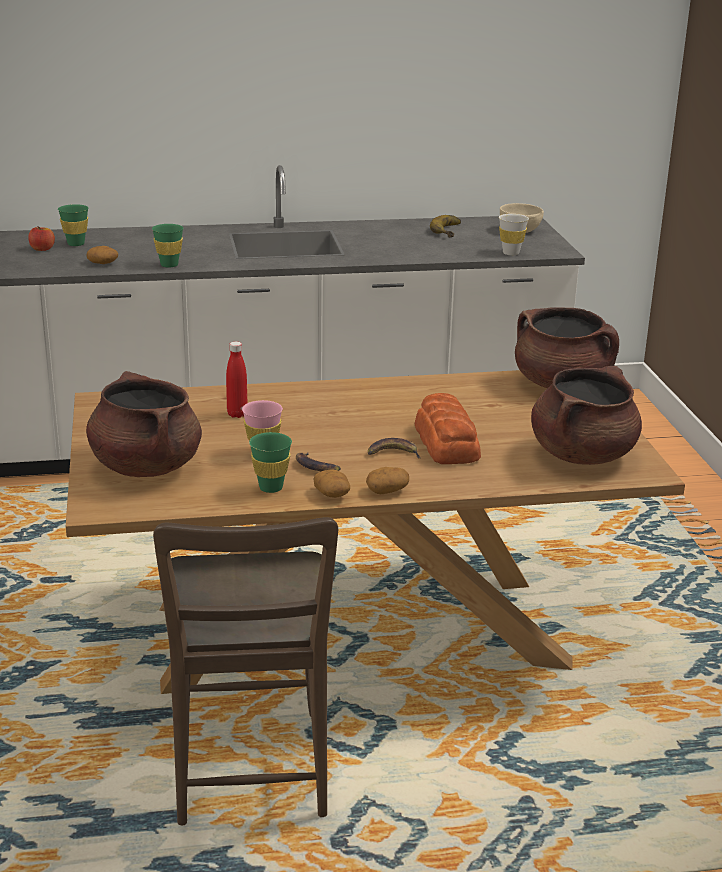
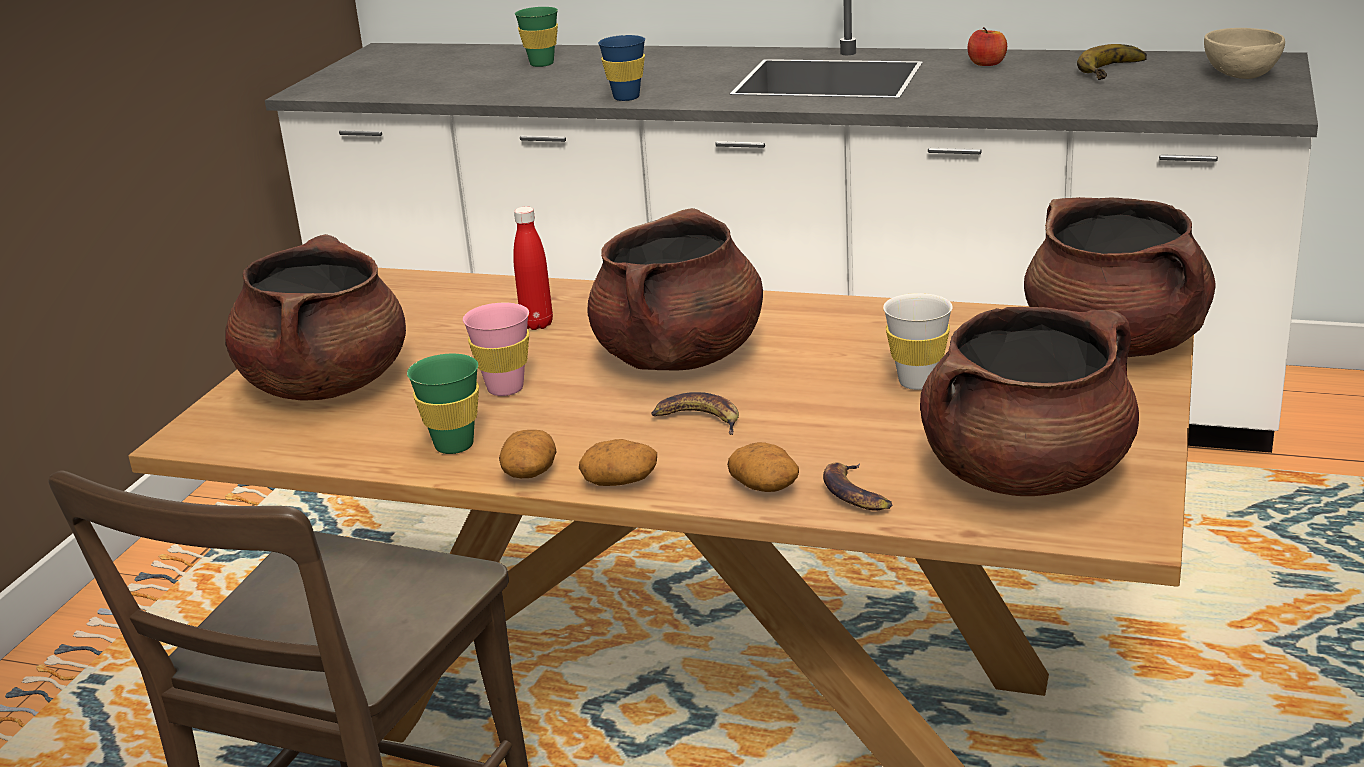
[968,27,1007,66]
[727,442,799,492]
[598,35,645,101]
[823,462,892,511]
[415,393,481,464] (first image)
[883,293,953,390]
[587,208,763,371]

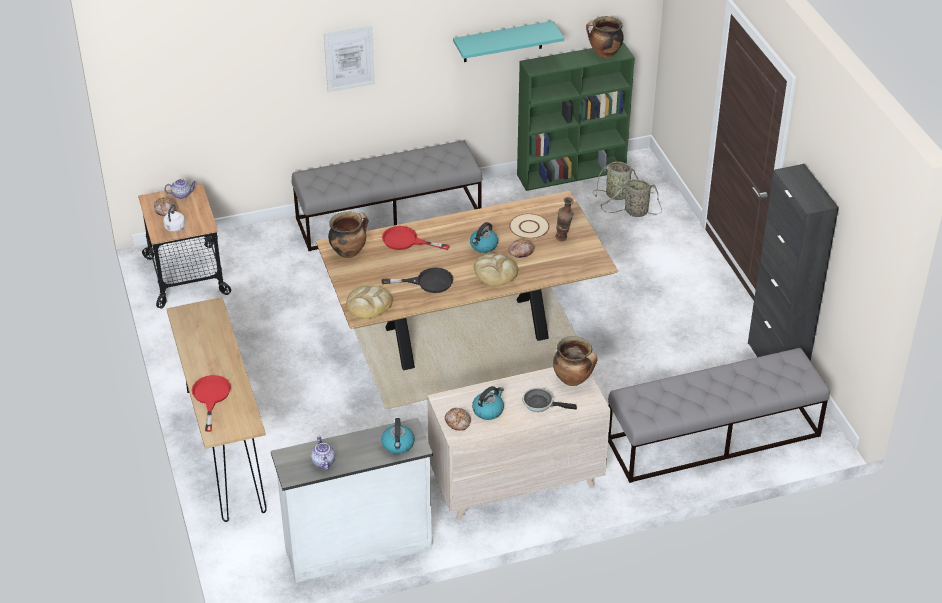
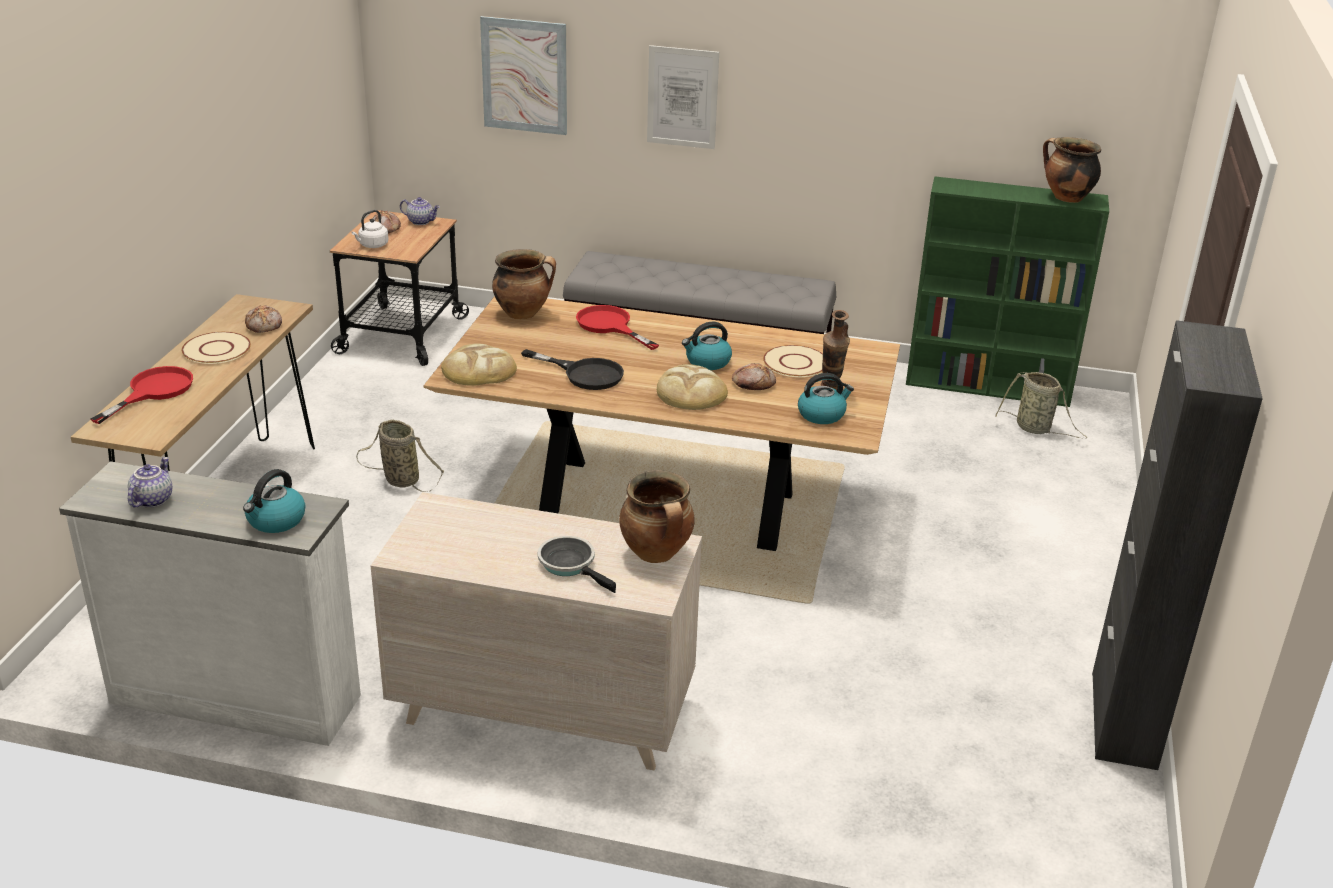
[245,305,282,333]
[453,21,564,62] (first image)
[798,373,854,424]
[356,420,444,492]
[608,348,830,483] (first image)
[182,332,251,364]
[480,16,567,135]

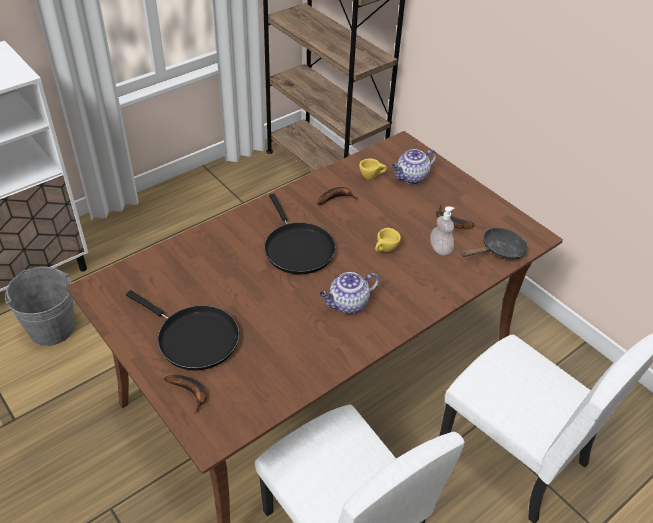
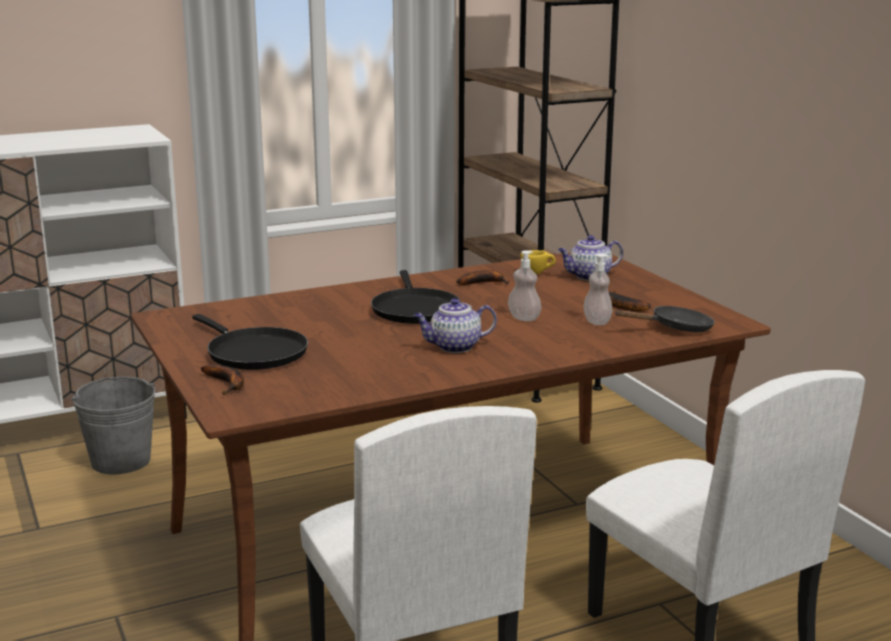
[508,250,541,321]

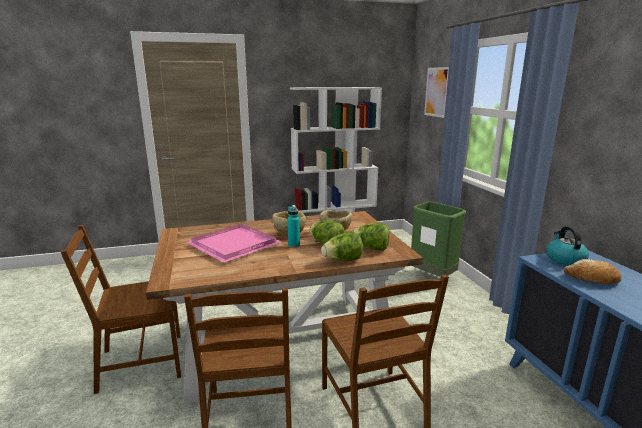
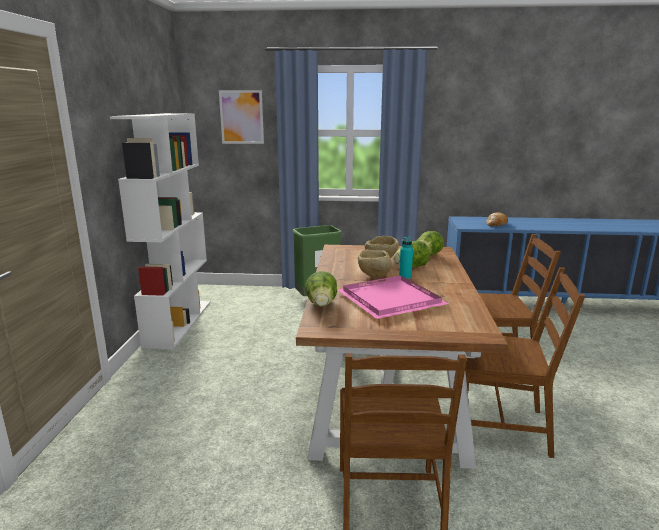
[305,271,337,307]
[546,226,589,266] (first image)

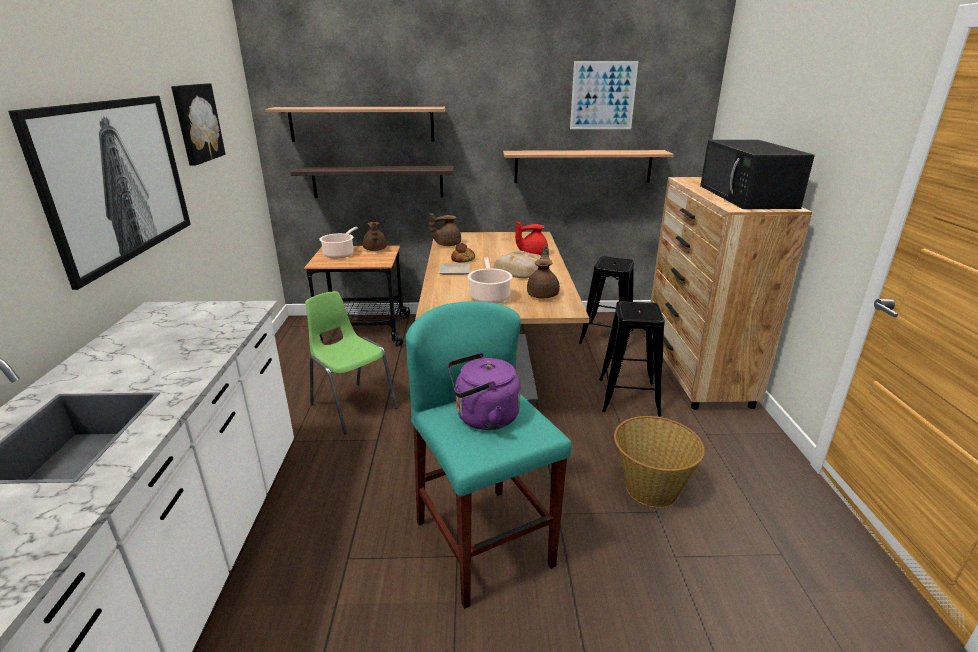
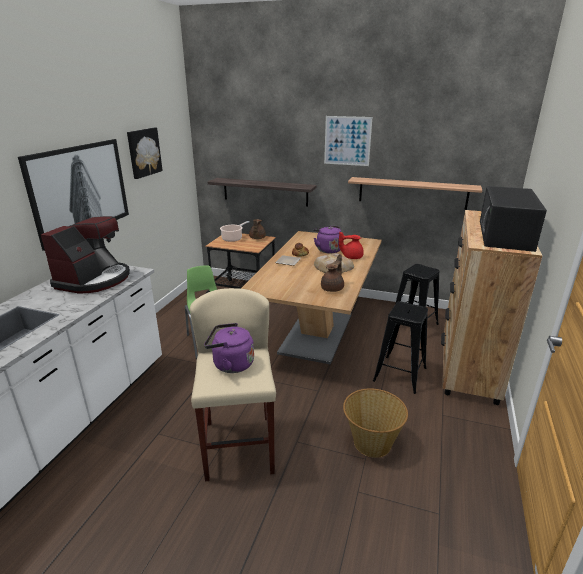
[265,107,445,142] (first image)
[190,288,276,481]
[429,213,461,246] (first image)
[468,258,512,303] (first image)
[324,116,372,166]
[41,216,130,293]
[313,226,341,253]

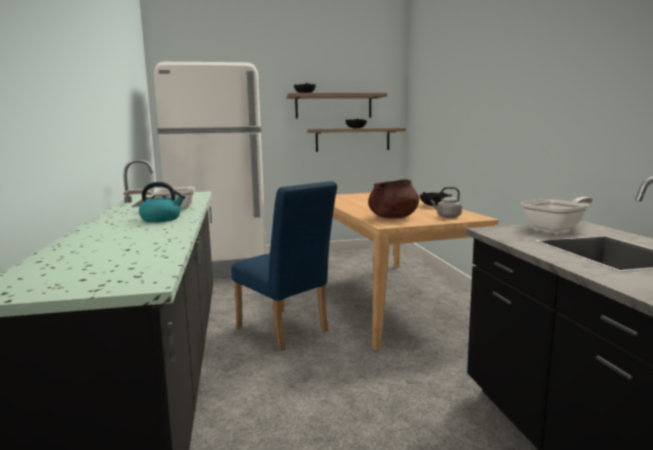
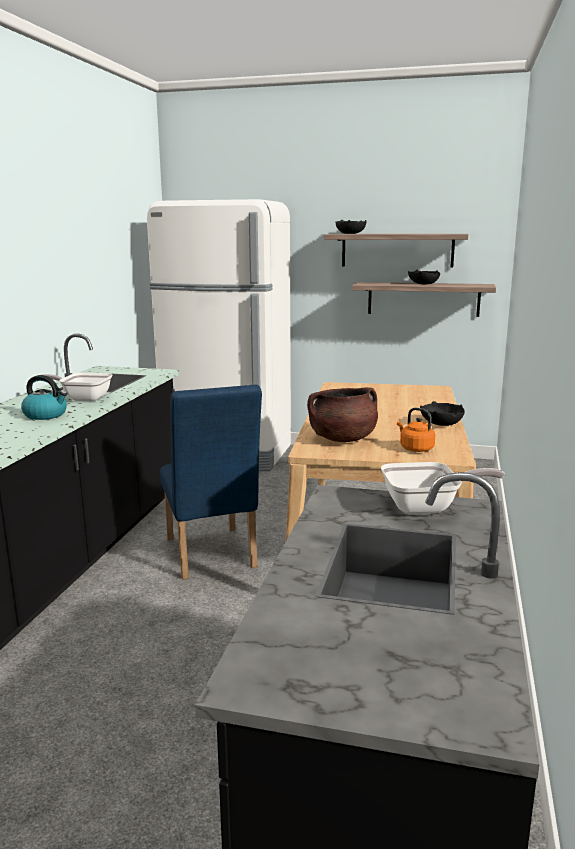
[397,408,435,452]

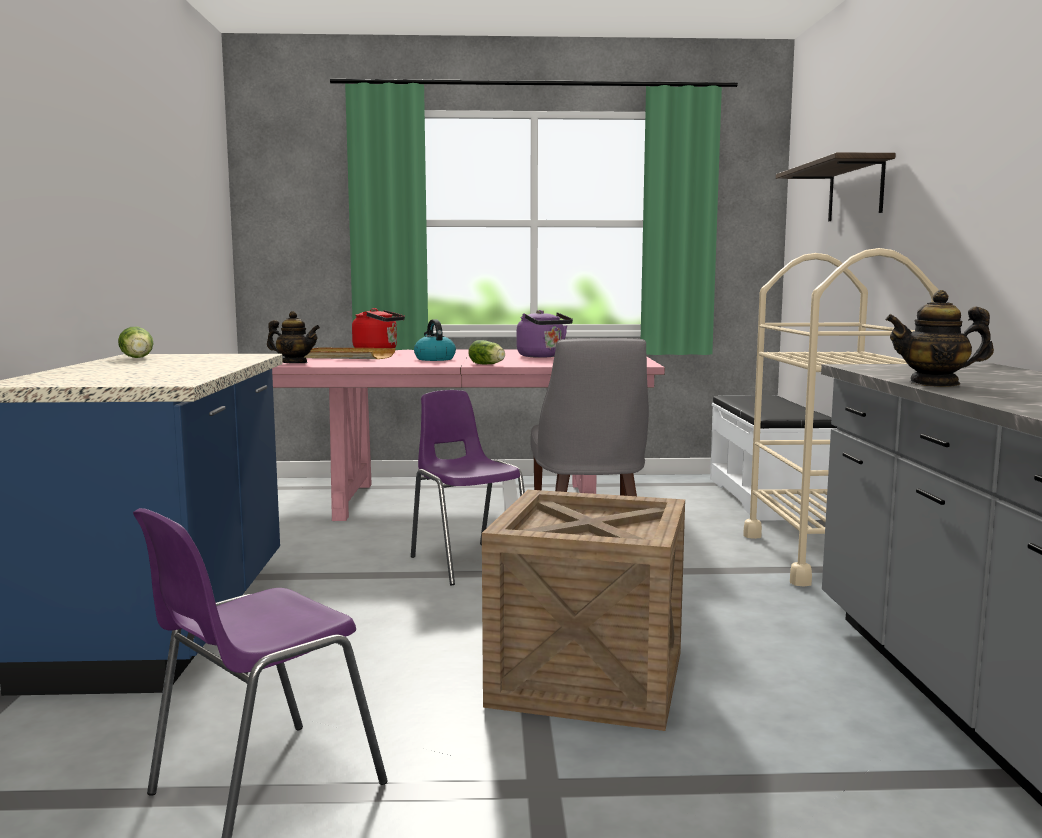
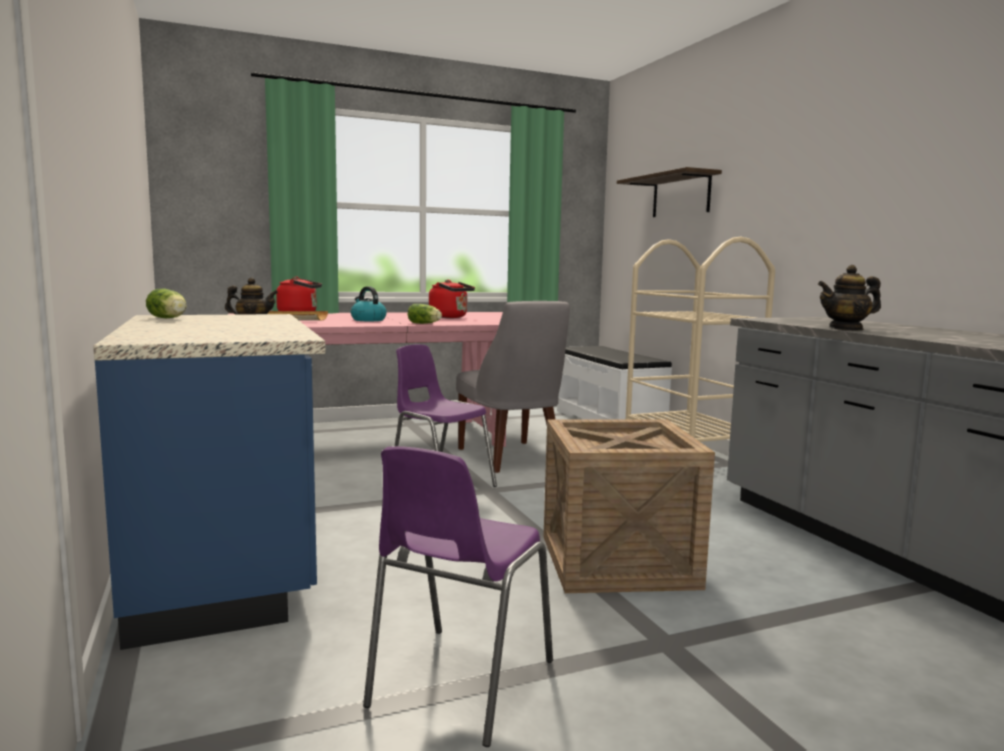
[429,280,475,318]

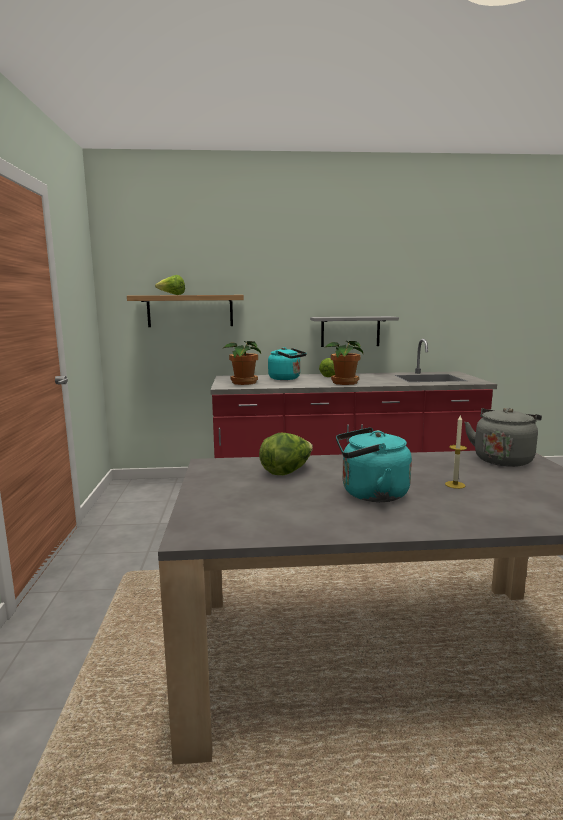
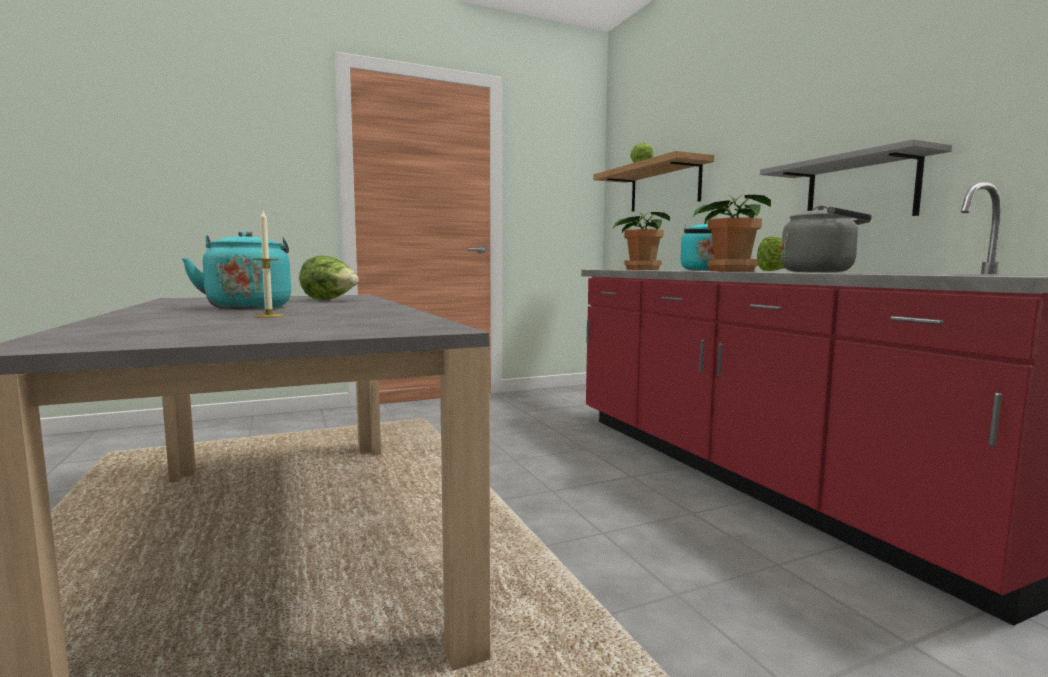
[781,205,872,272]

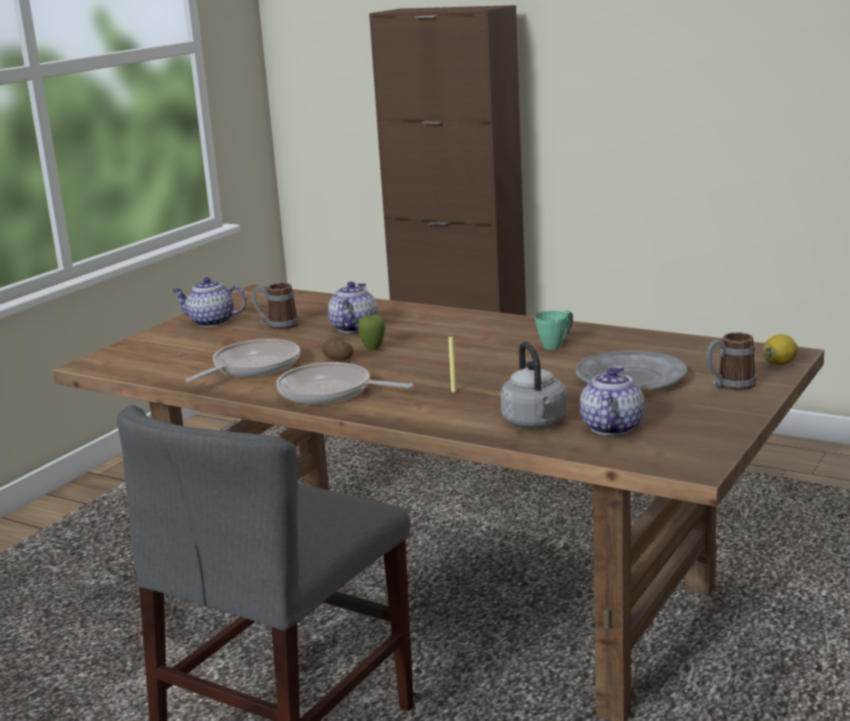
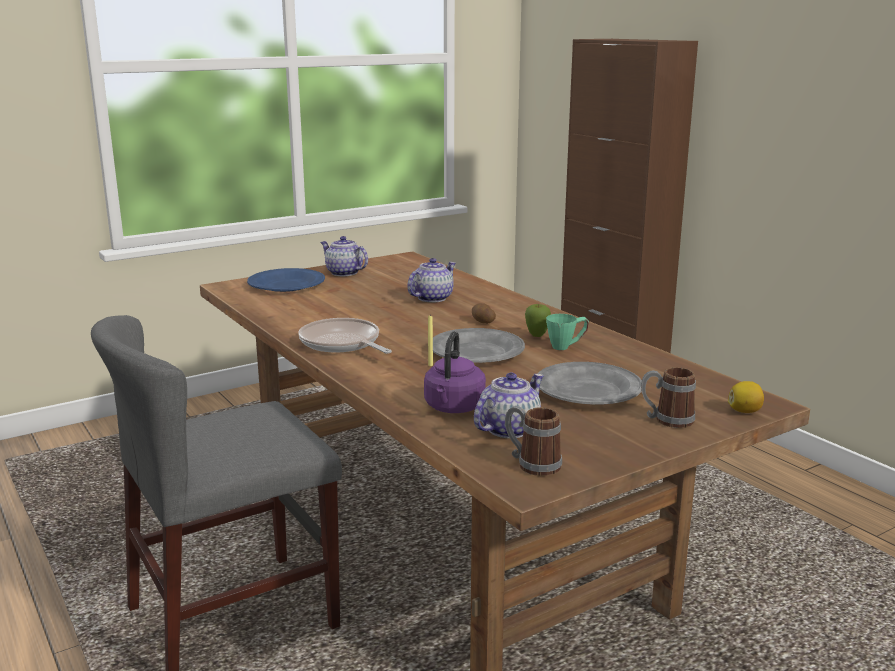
[186,339,300,382] (first image)
[505,406,562,476]
[472,303,496,324]
[525,304,551,337]
[424,331,486,413]
[247,268,325,292]
[433,328,525,363]

